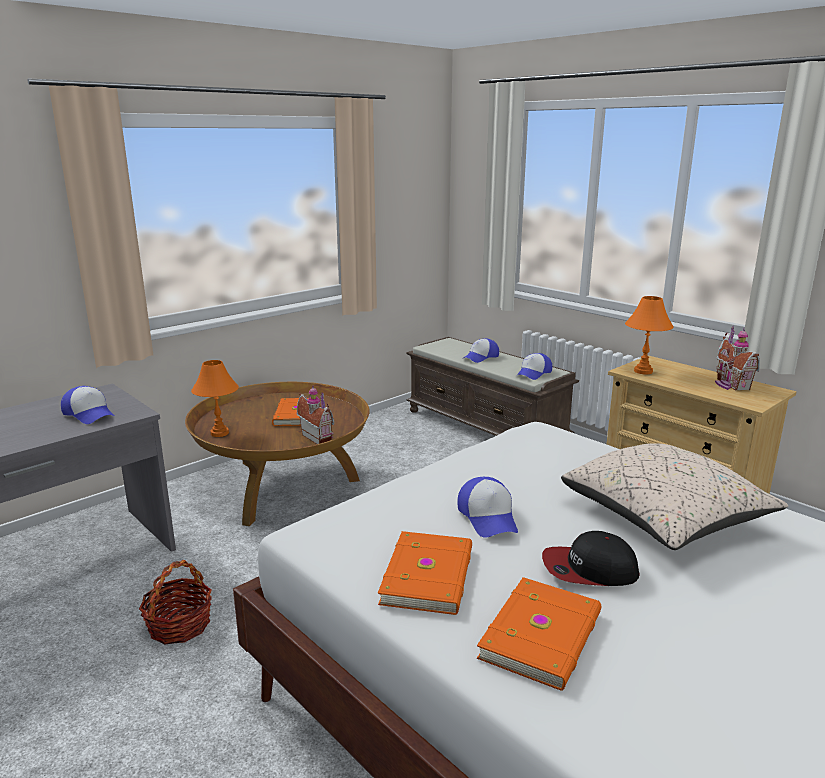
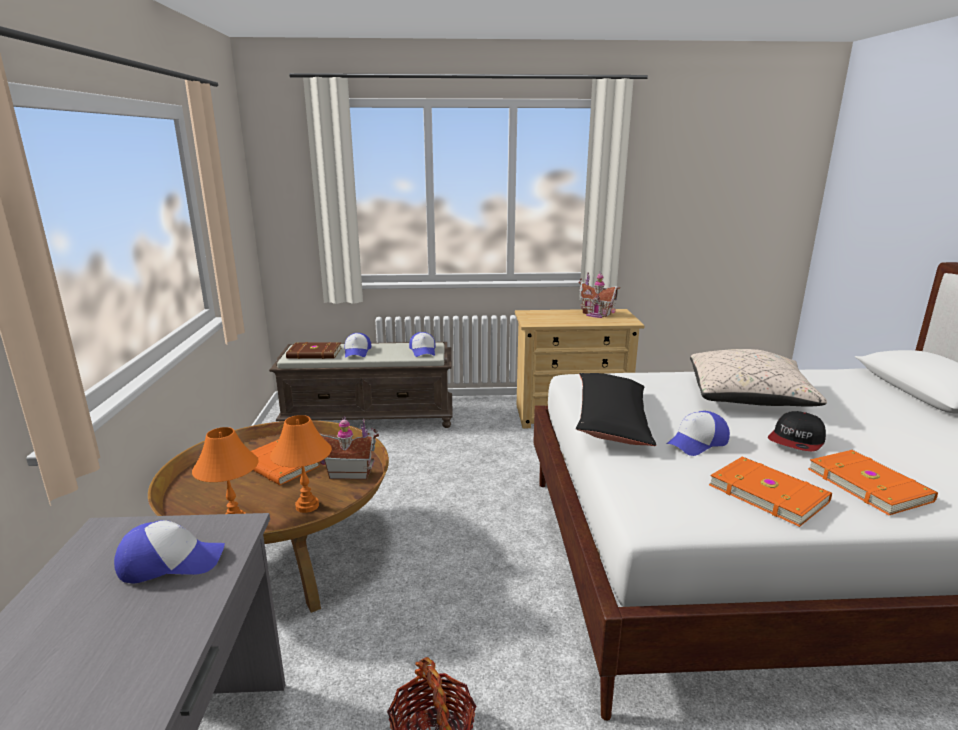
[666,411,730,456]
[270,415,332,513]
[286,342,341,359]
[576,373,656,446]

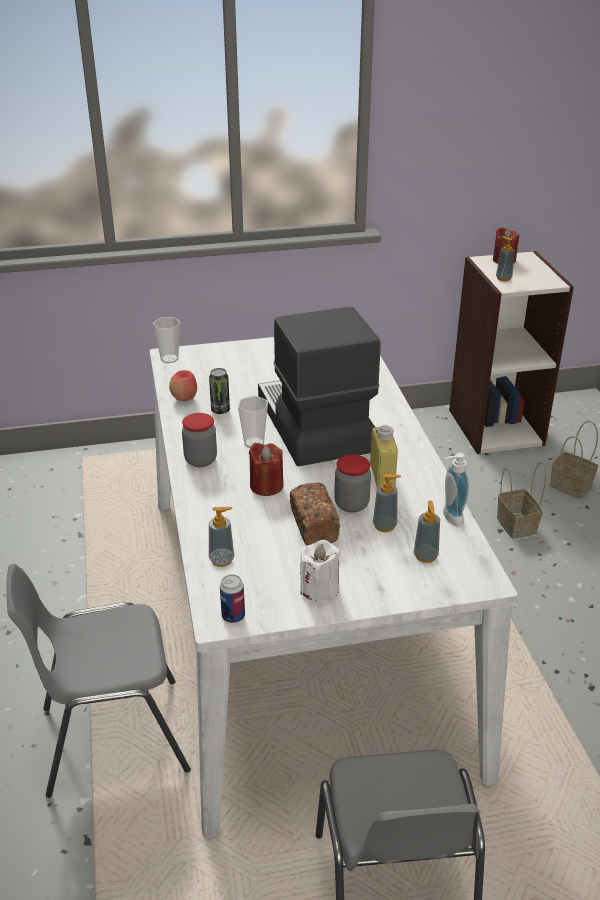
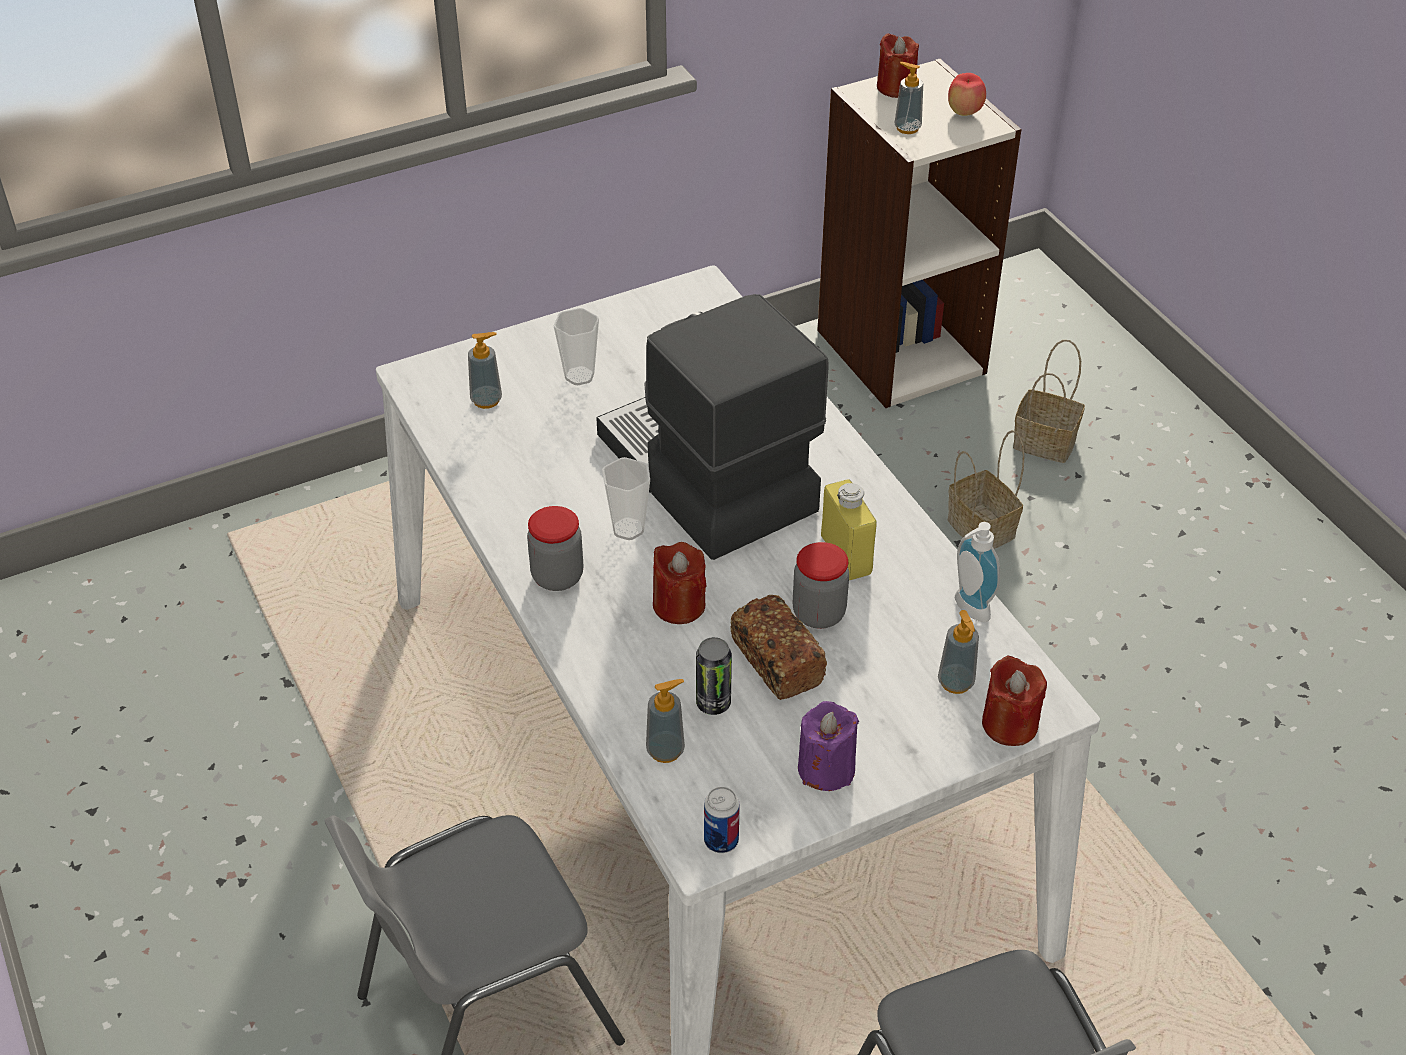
[554,308,599,385]
[948,73,986,116]
[696,637,732,715]
[798,701,859,791]
[468,332,502,409]
[982,656,1047,746]

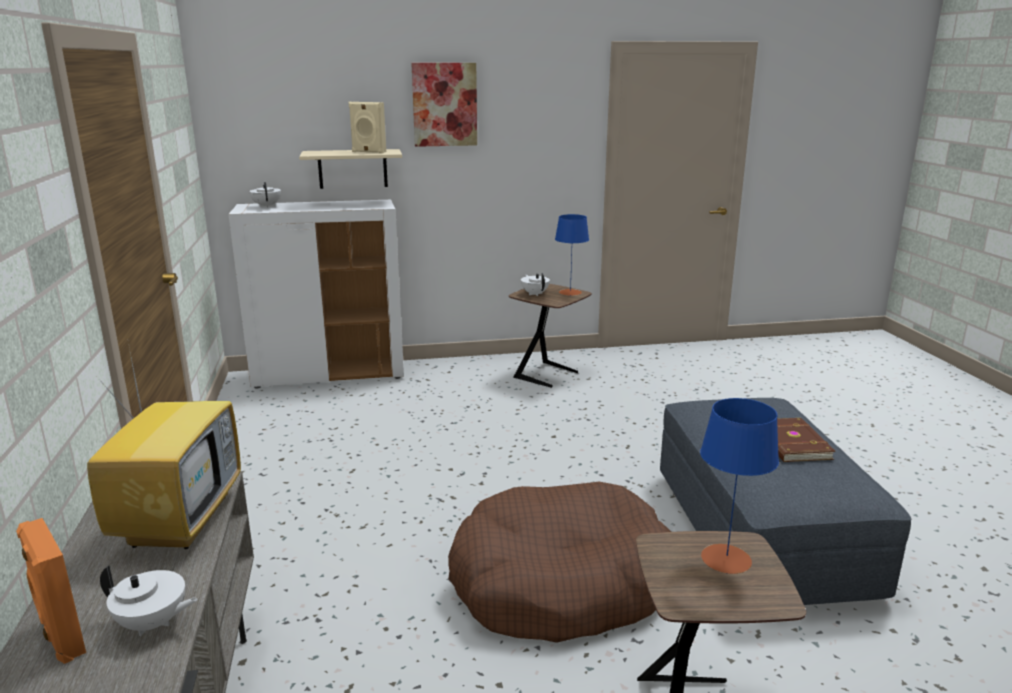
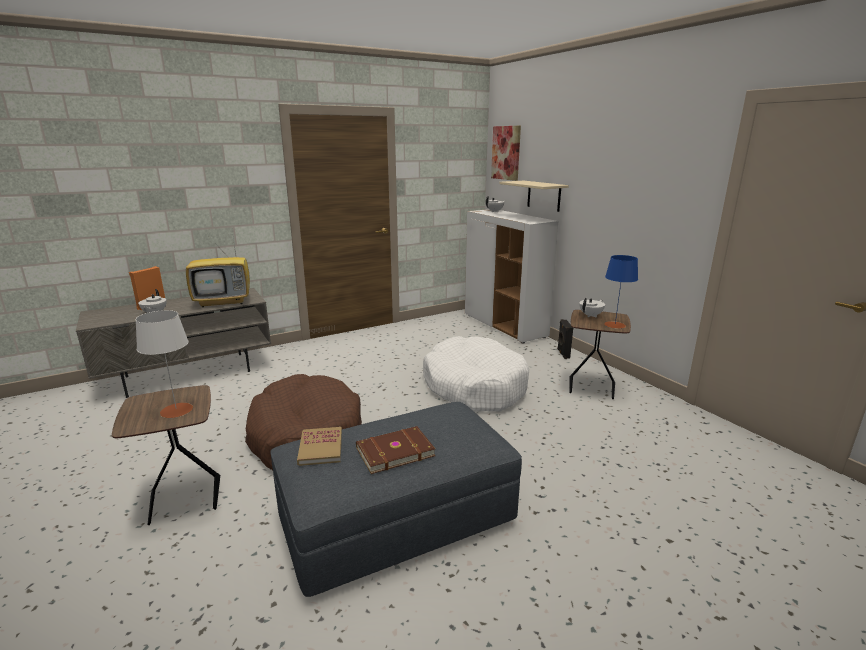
[349,102,386,153] (first image)
[491,126,521,181]
[135,310,193,418]
[297,427,342,466]
[423,336,529,412]
[557,319,573,359]

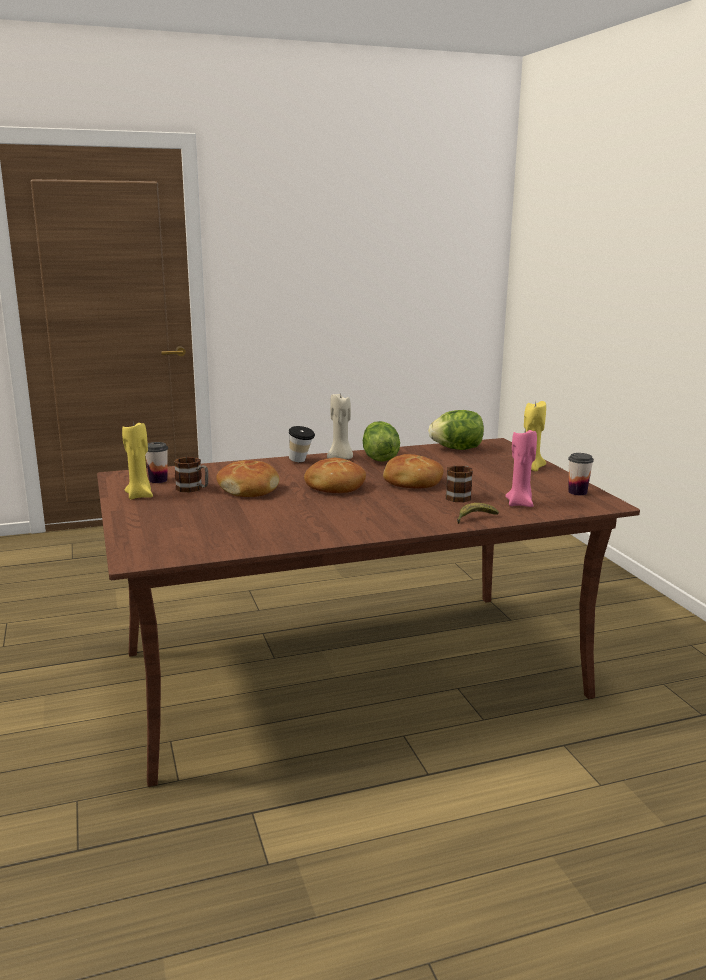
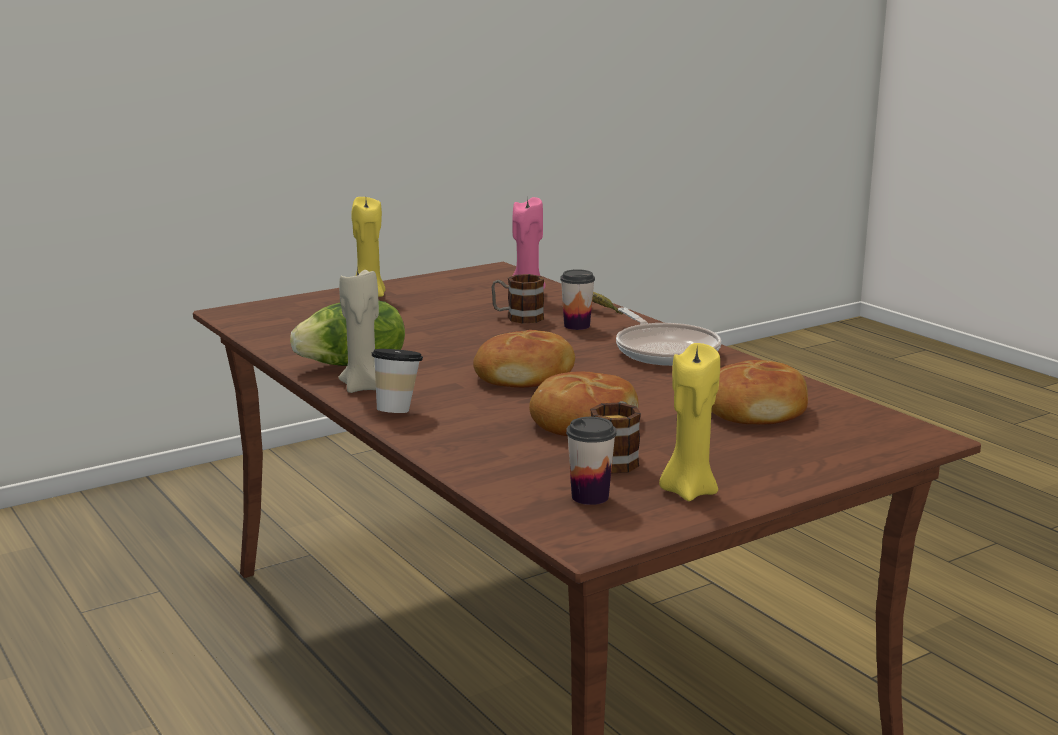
[711,360,808,425]
[429,410,484,450] (first image)
[560,269,595,330]
[616,308,721,366]

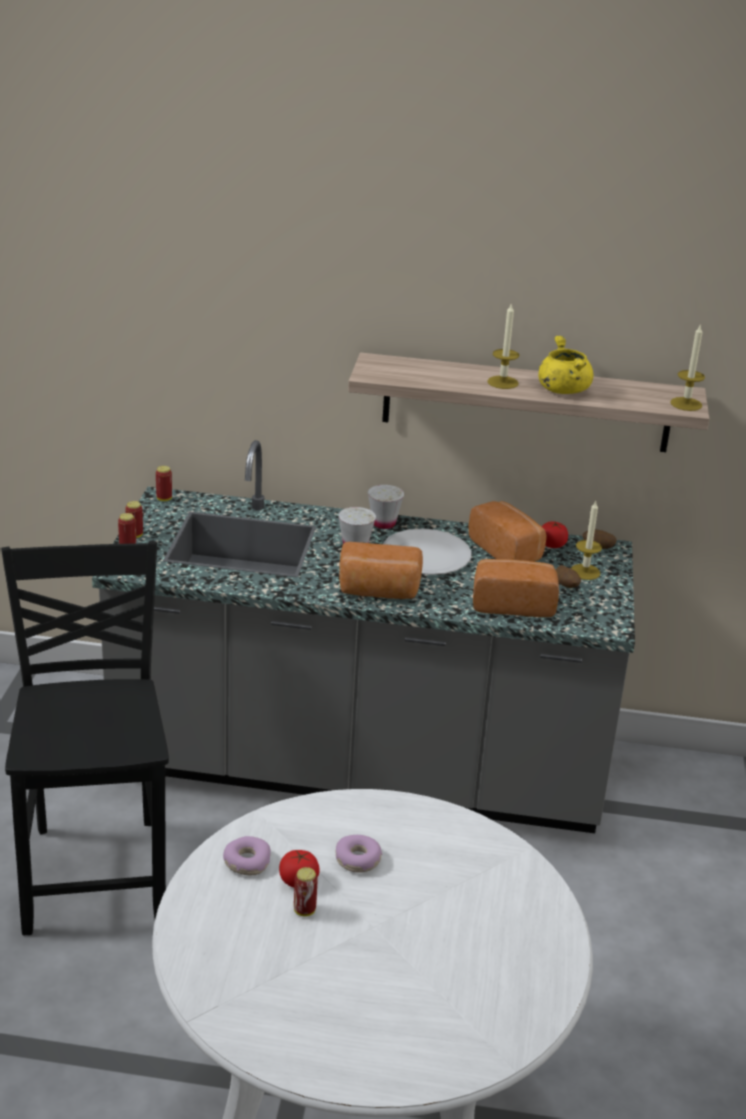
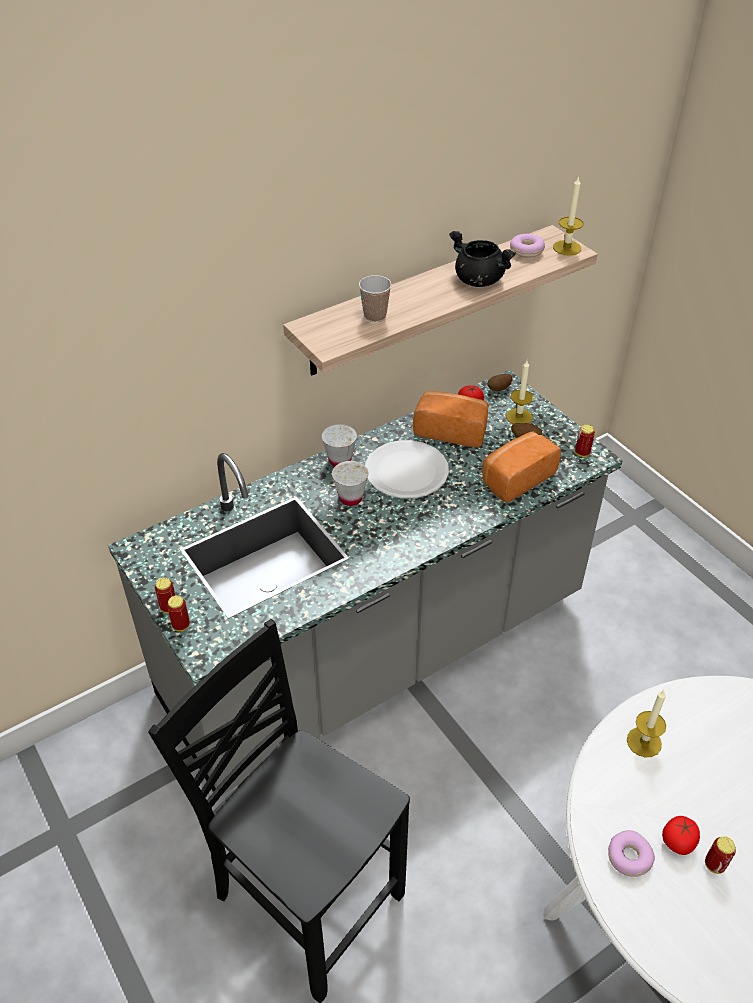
[575,425,595,457]
[510,234,545,258]
[339,542,423,599] (first image)
[627,690,666,757]
[449,231,516,287]
[359,275,392,322]

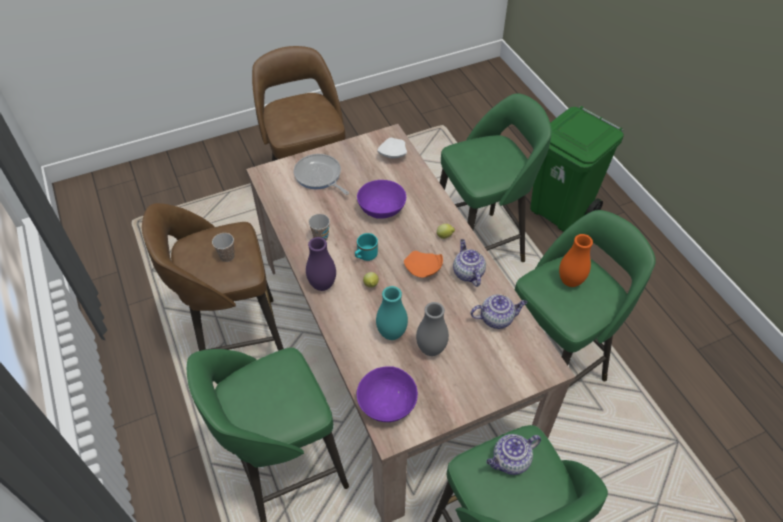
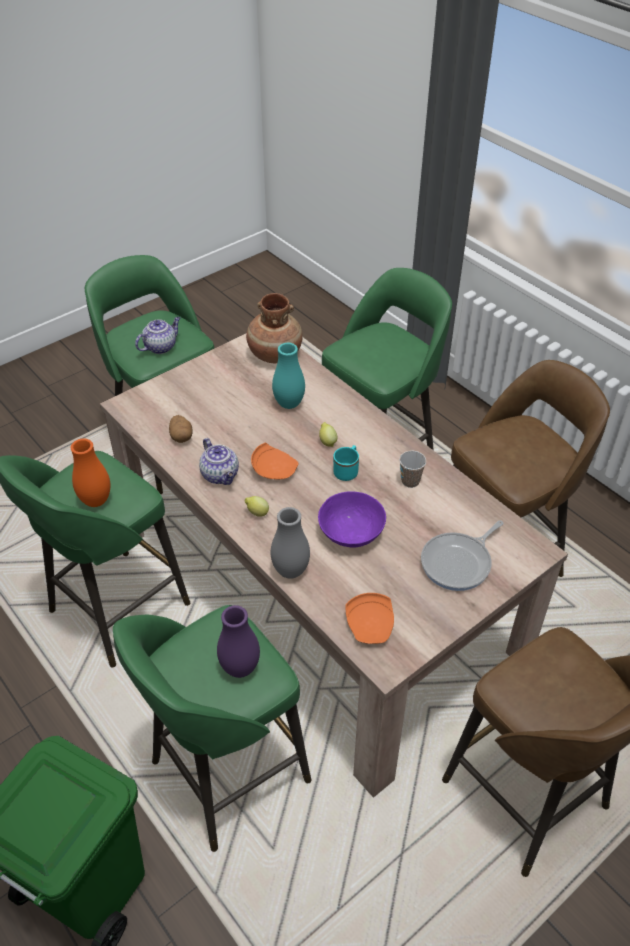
[212,233,235,262] (first image)
[421,520,503,591]
[217,605,260,678]
[246,293,303,363]
[345,593,394,644]
[271,507,310,579]
[169,415,192,443]

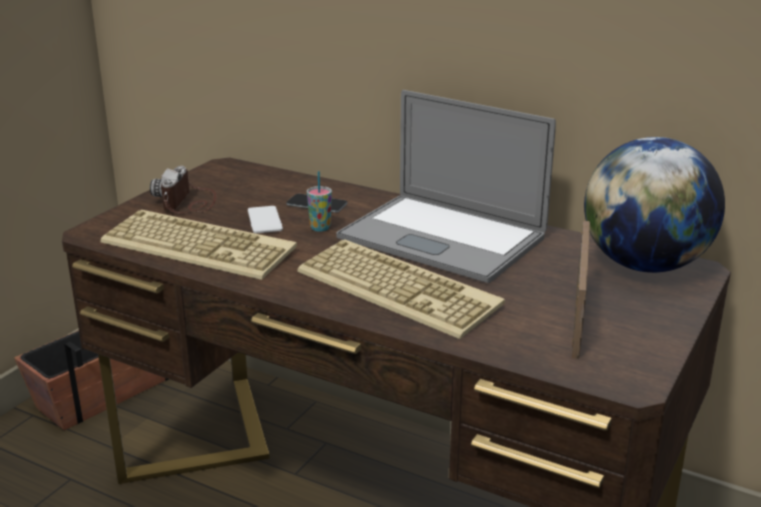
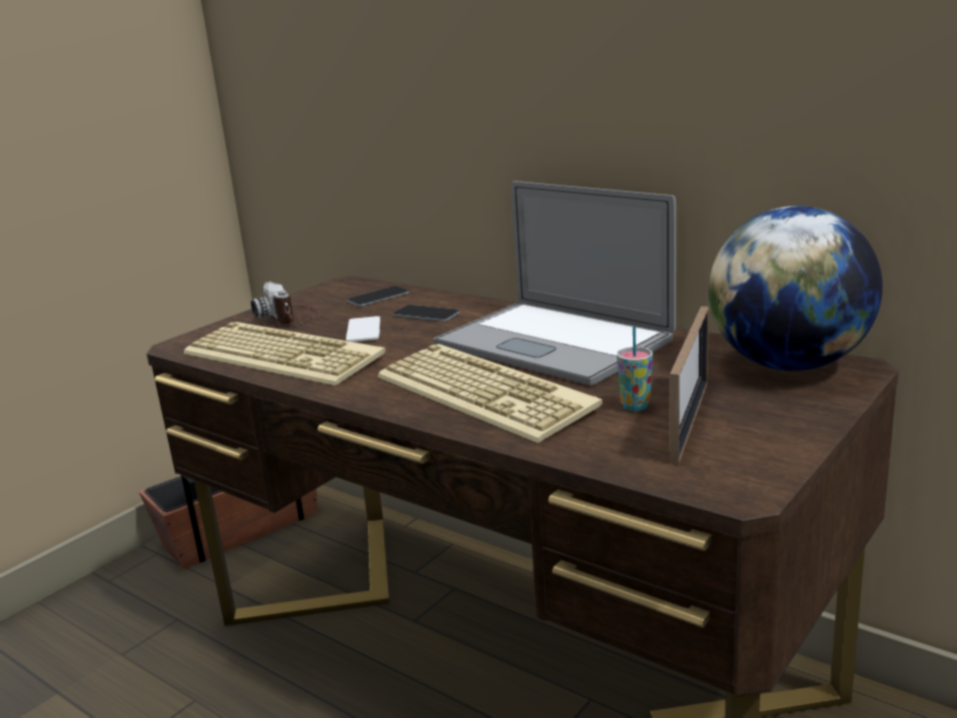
[251,282,323,324]
[617,326,653,411]
[347,286,409,306]

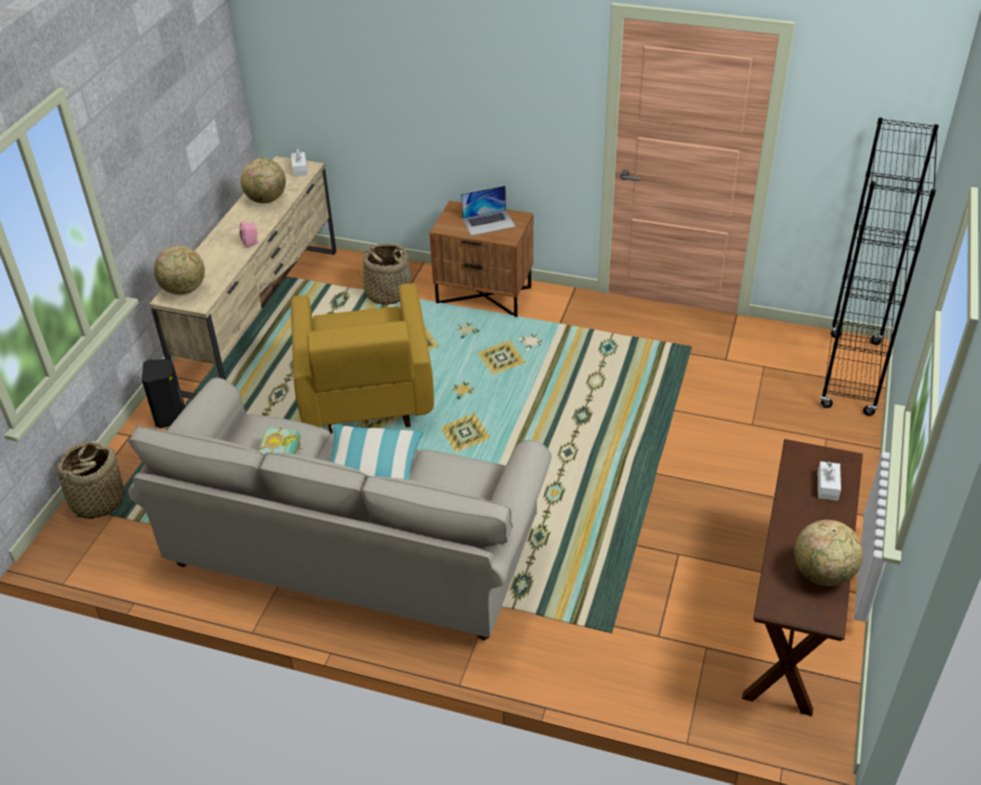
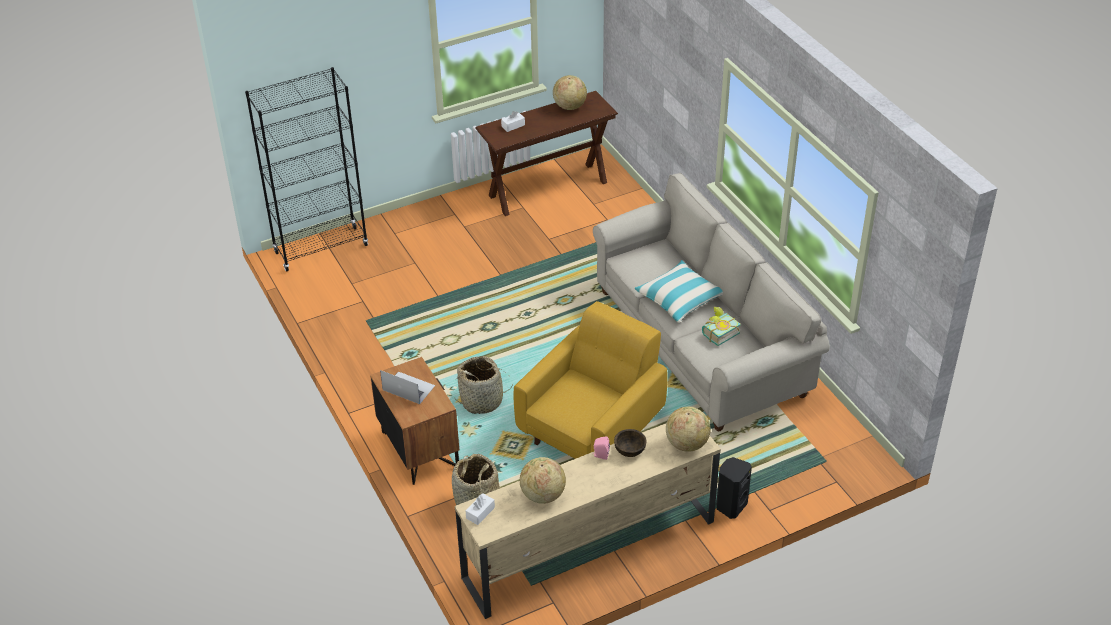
[455,356,508,414]
[614,429,647,457]

